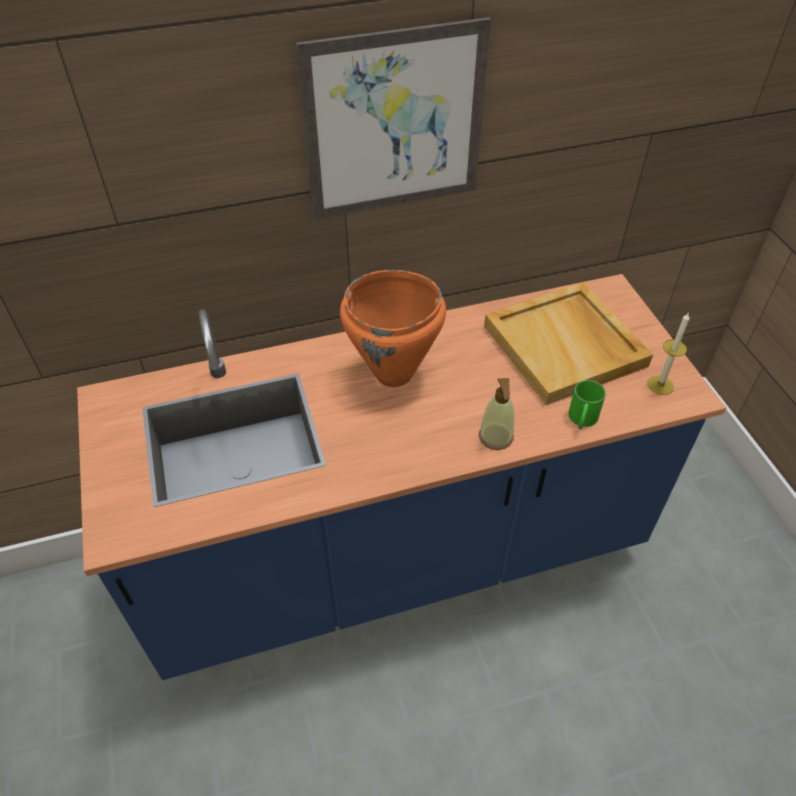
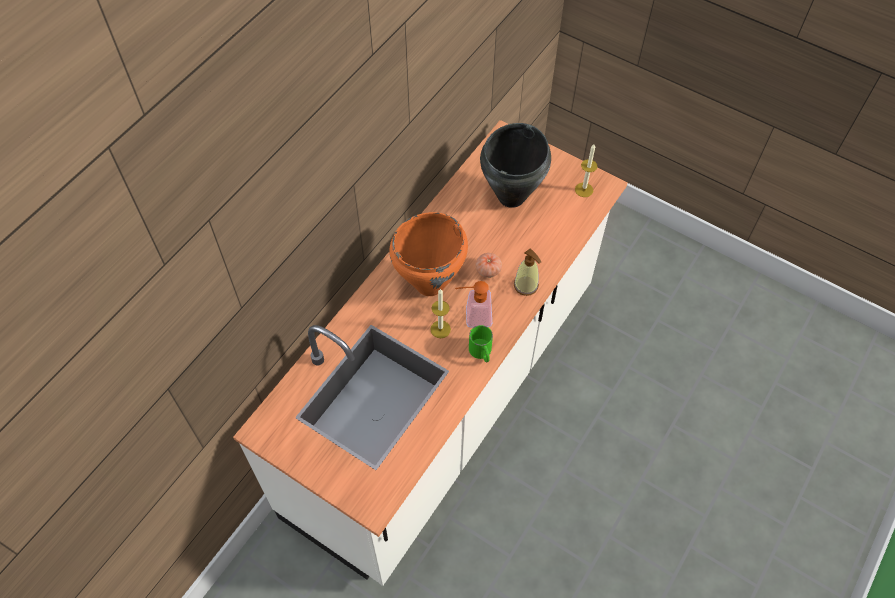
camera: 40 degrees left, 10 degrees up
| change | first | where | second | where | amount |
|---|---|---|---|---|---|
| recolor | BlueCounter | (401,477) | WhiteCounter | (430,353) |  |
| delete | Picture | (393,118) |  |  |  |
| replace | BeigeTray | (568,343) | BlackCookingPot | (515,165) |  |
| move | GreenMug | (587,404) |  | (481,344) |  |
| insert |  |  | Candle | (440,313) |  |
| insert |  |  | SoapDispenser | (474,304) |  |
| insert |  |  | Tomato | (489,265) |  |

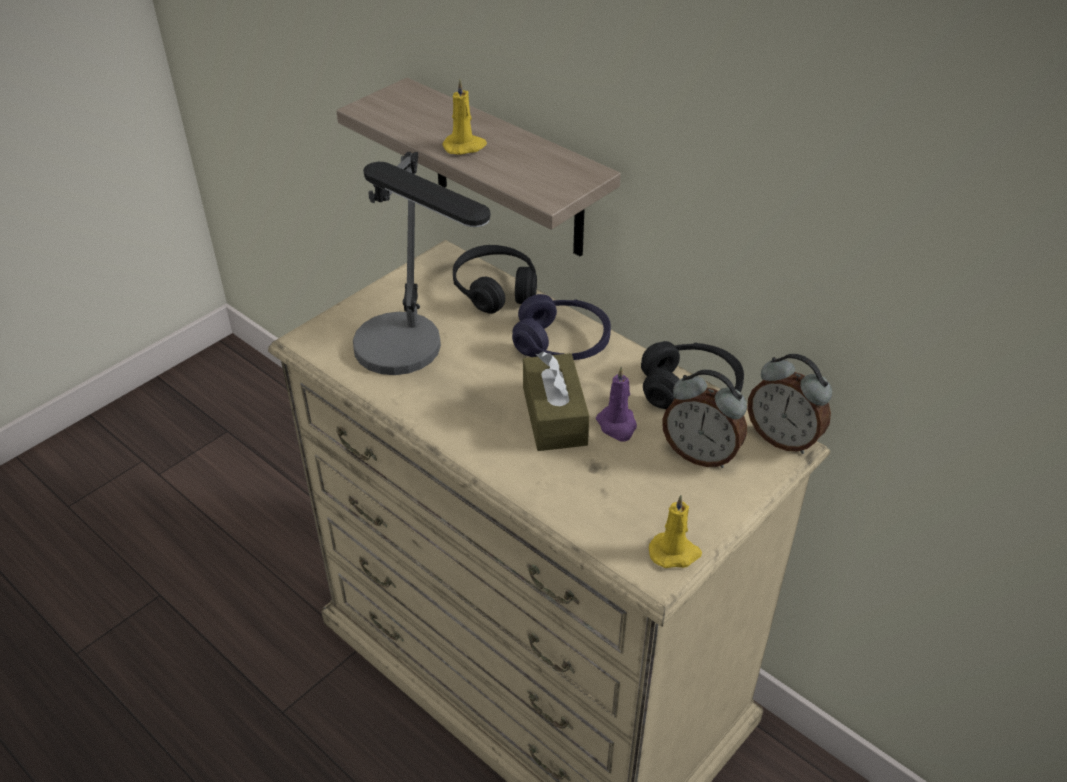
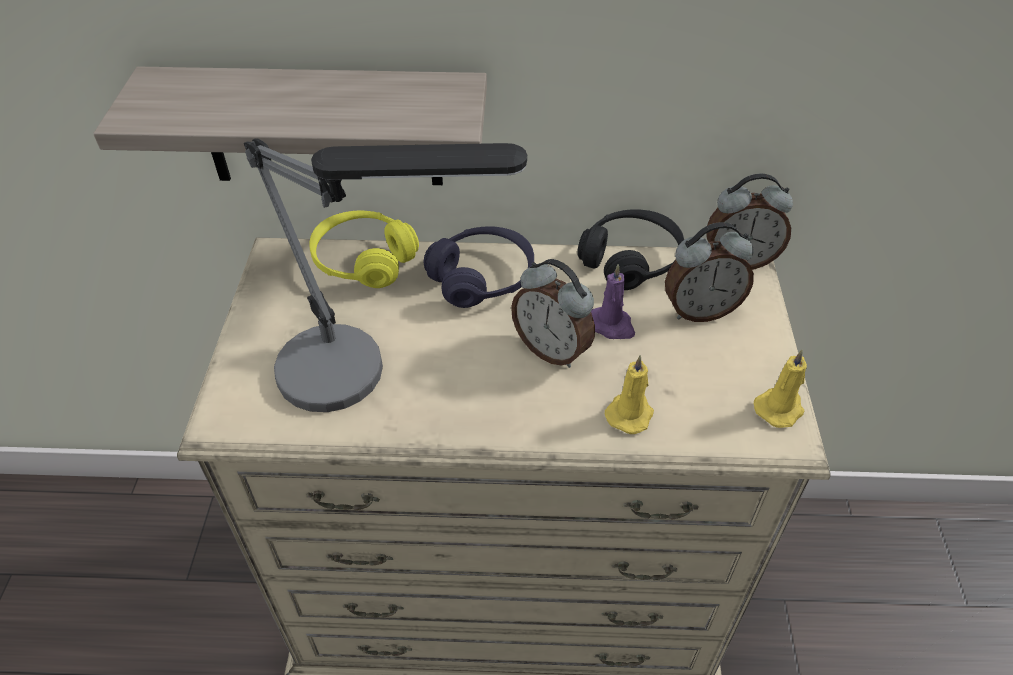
camera: 40 degrees left, 5 degrees up
| change | first | where | second | where | amount |
|---|---|---|---|---|---|
| move | YellowCandle | (464,117) |  | (629,394) |  |
| recolor | BlackHeadphones | (495,279) | YellowHeadphones | (364,249) |  |
| replace | BrownTissueBox | (556,401) | AlarmClock | (553,313) |  |

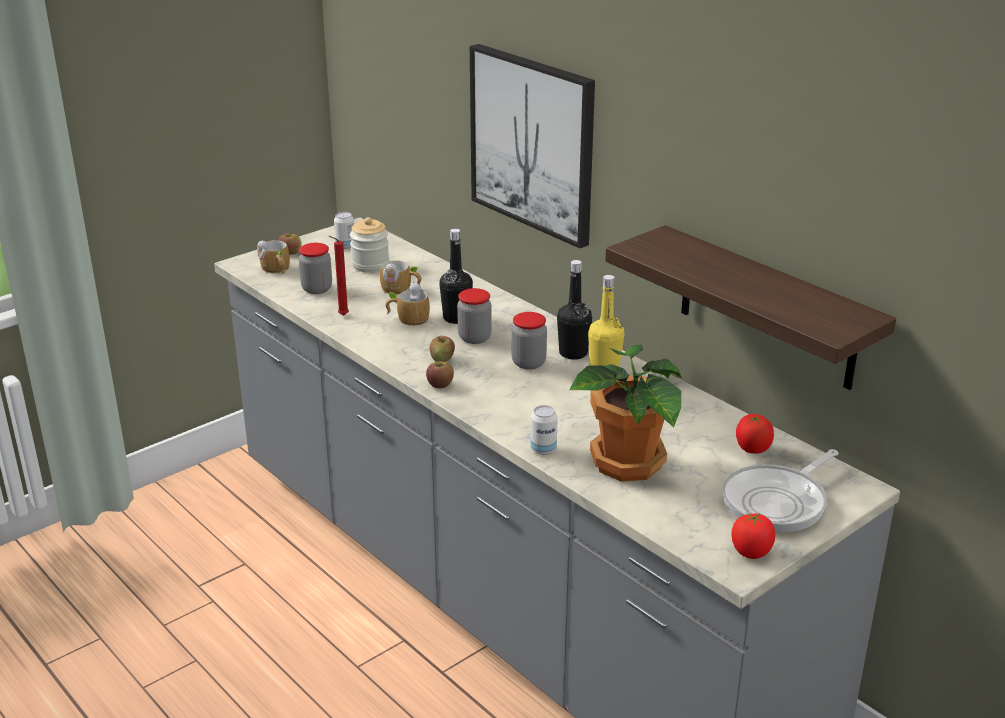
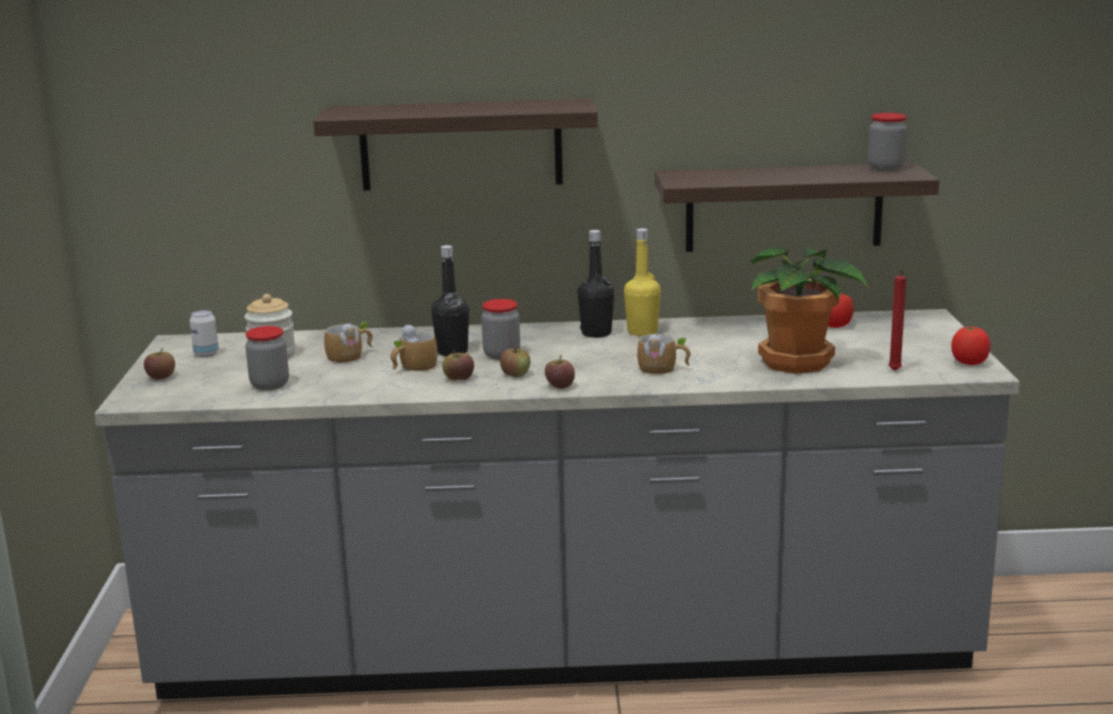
camera: 50 degrees left, 10 degrees down
| change | first | where | second | where | amount |
|---|---|---|---|---|---|
| move | Mug | (273,257) |  | (664,354) |  |
| move | RedCandle | (339,276) |  | (897,320) |  |
| replace | Picture | (532,146) | Shelf | (455,145) |  |
| move | Jar | (529,341) |  | (887,142) |  |
| delete | Can | (544,430) |  |  |  |
| delete | FryingPan | (780,490) |  |  |  |
| insert |  |  | Apple | (458,364) |  |

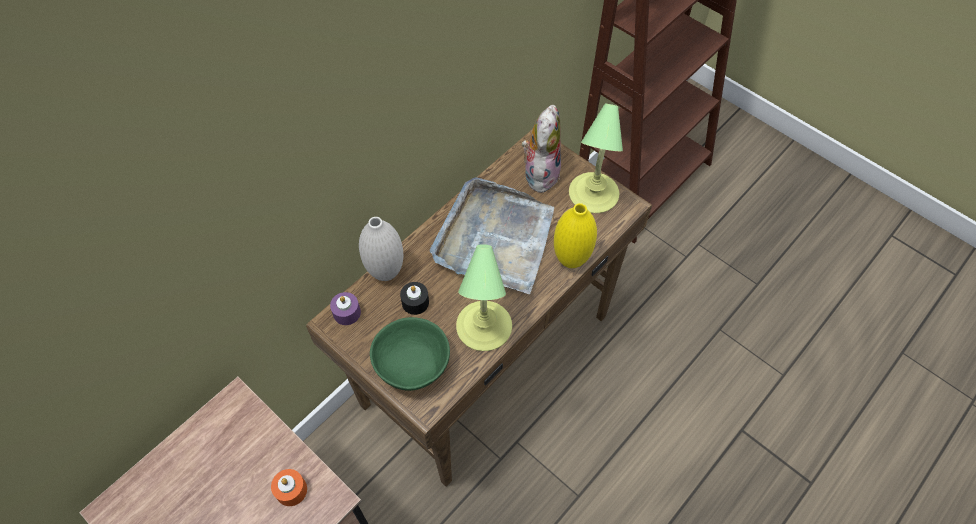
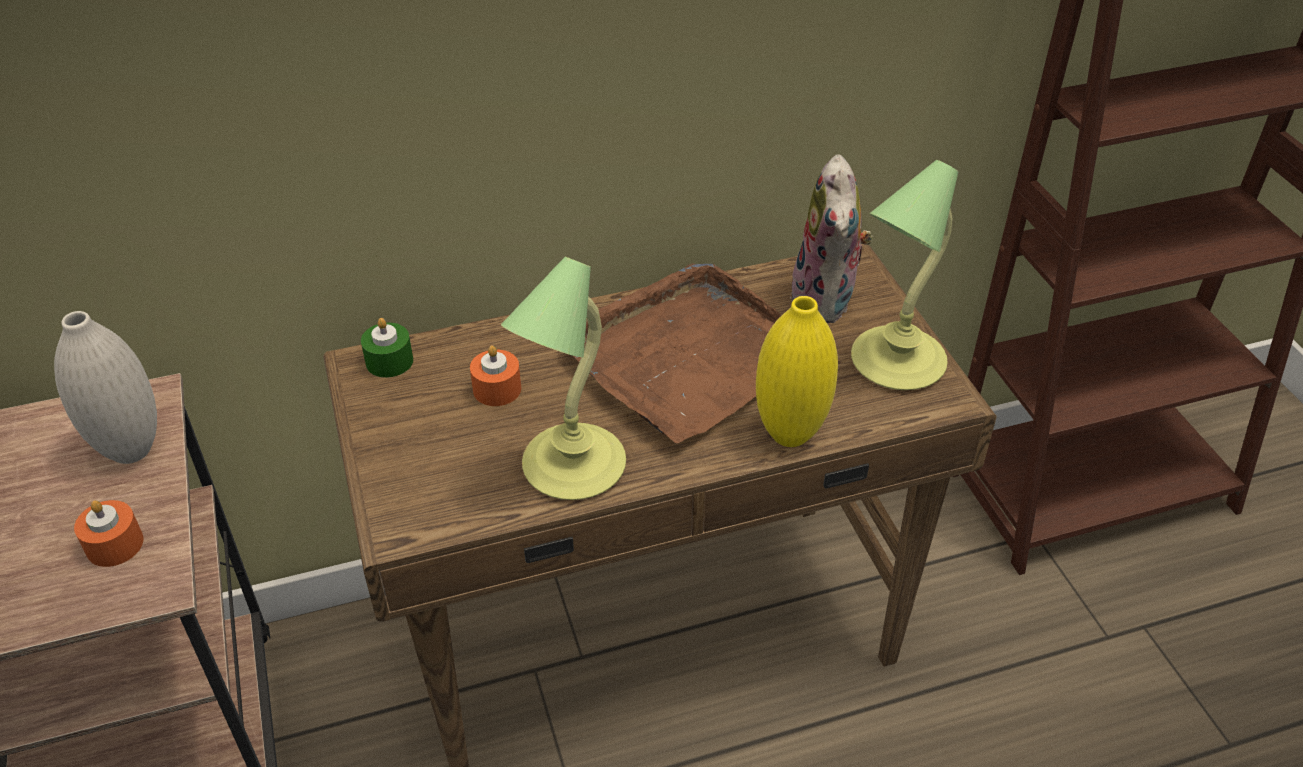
camera: 30 degrees right, 15 degrees down
| change | first | where | second | where | amount |
|---|---|---|---|---|---|
| recolor | PurpleCandle | (345,308) | GreenCandle | (387,348) |  |
| move | WhiteVase | (381,249) |  | (105,387) |  |
| delete | GreenBowl | (410,354) |  |  |  |
| recolor | BlackCandle | (414,298) | OrangeCandle | (495,375) |  |
| recolor | GreyTray | (492,235) | BrownTray | (676,353) |  |
| rotate | PlushToy | (541,149) |  | (831,238) | 135 degrees clockwise |

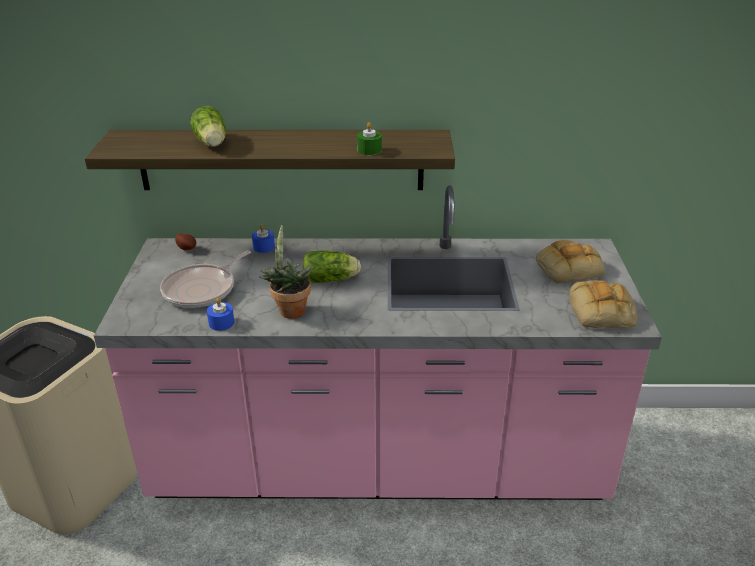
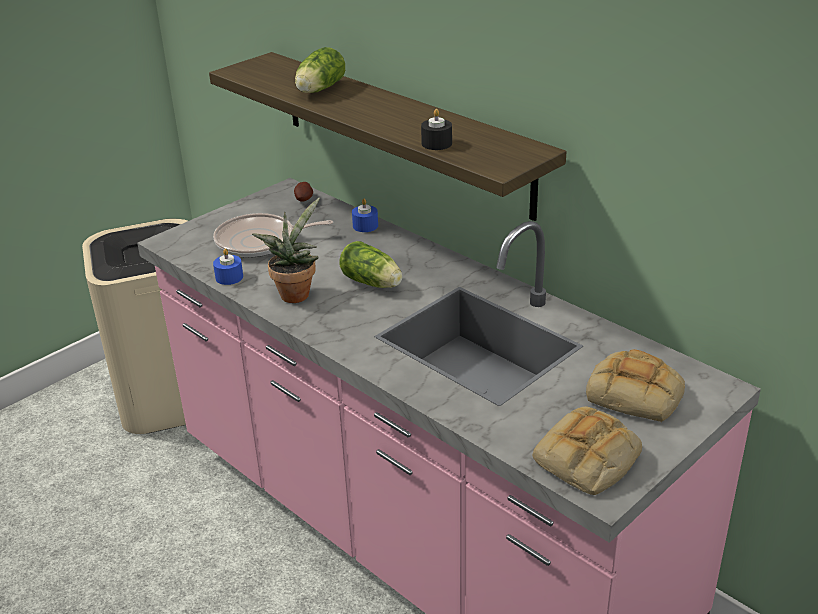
camera: 45 degrees right, 0 degrees up
| change | first | where | second | where | amount |
|---|---|---|---|---|---|
| recolor | GreenCandle | (369,138) | BlackCandle | (436,129) |  |

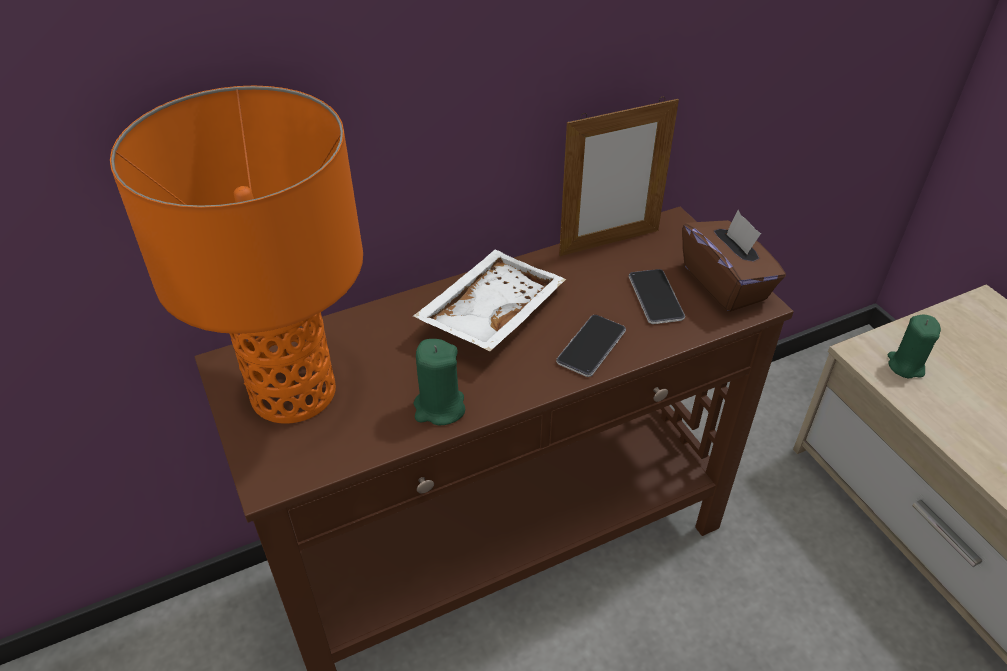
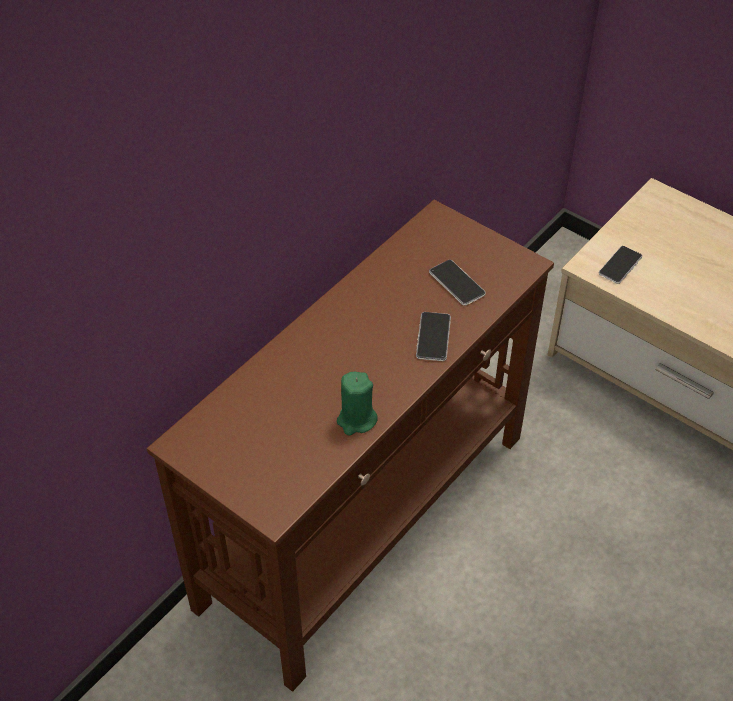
camera: 25 degrees left, 5 degrees up
| change | first | where | second | where | amount |
|---|---|---|---|---|---|
| delete | OrangeTableLamp | (236,255) |  |  |  |
| delete | WhiteTray | (489,300) |  |  |  |
| delete | PictureFrame | (619,176) |  |  |  |
| delete | BrownTissueBox | (734,261) |  |  |  |
| replace | GreenCandle | (914,346) | Phone | (620,265) |  |

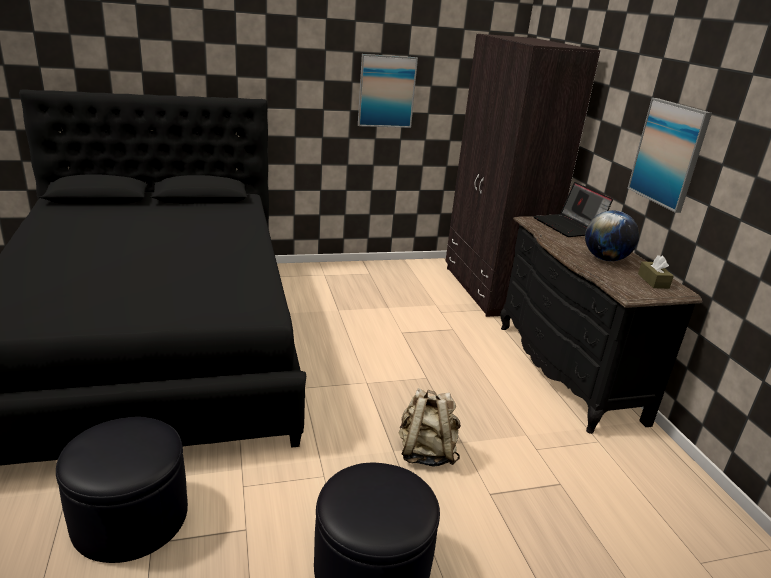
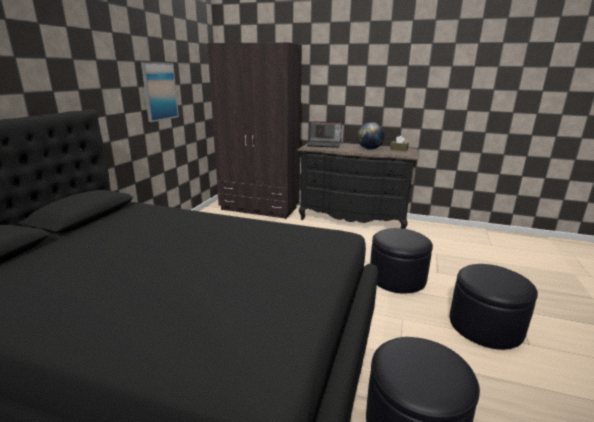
camera: 55 degrees left, 5 degrees down
| change | first | where | second | where | amount |
|---|---|---|---|---|---|
| replace | BeigeBackpack | (429,427) | BlackOttoman | (401,261) |  |
| delete | Picture | (669,155) |  |  |  |

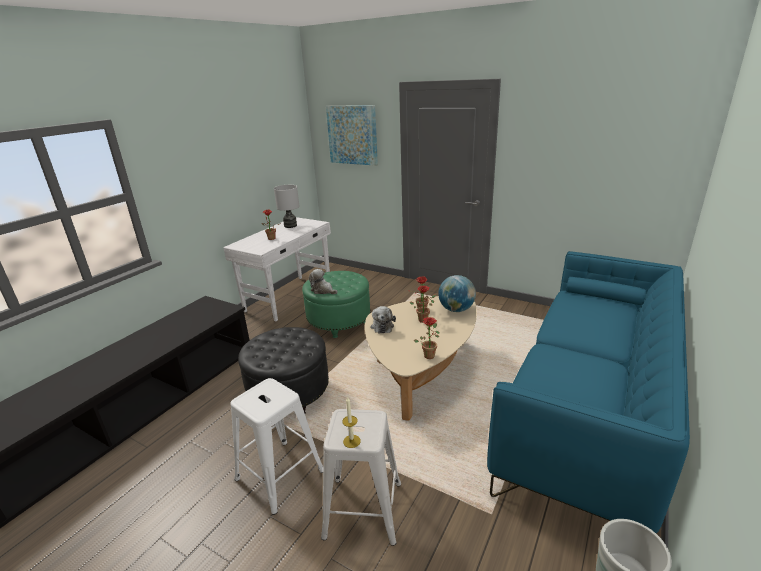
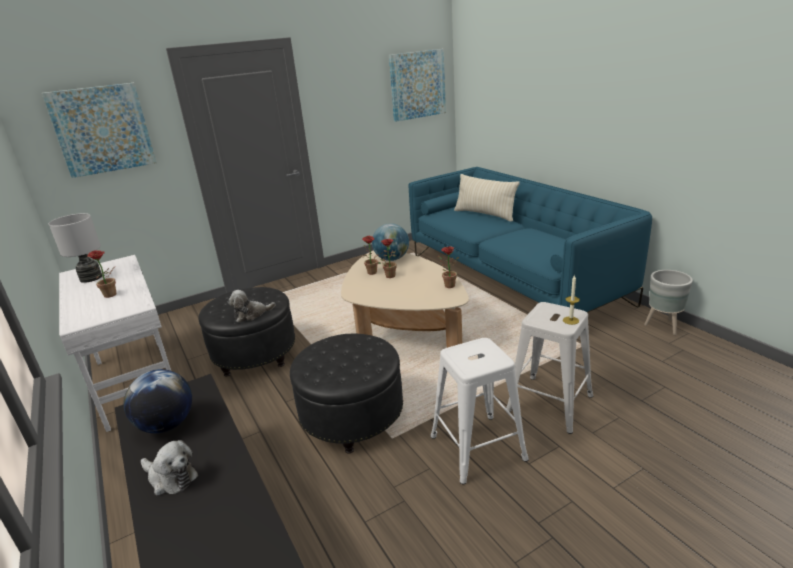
camera: 60 degrees left, 0 degrees up
| change | first | where | second | where | amount |
|---|---|---|---|---|---|
| recolor | GreenOttoman | (336,304) | BlackOttoman | (246,331) |  |
| move | PlushToy | (383,319) |  | (169,468) |  |
| insert |  |  | Globe | (158,401) |  |
| insert |  |  | Picture | (417,85) |  |
| insert |  |  | BeigePillow | (487,198) |  |

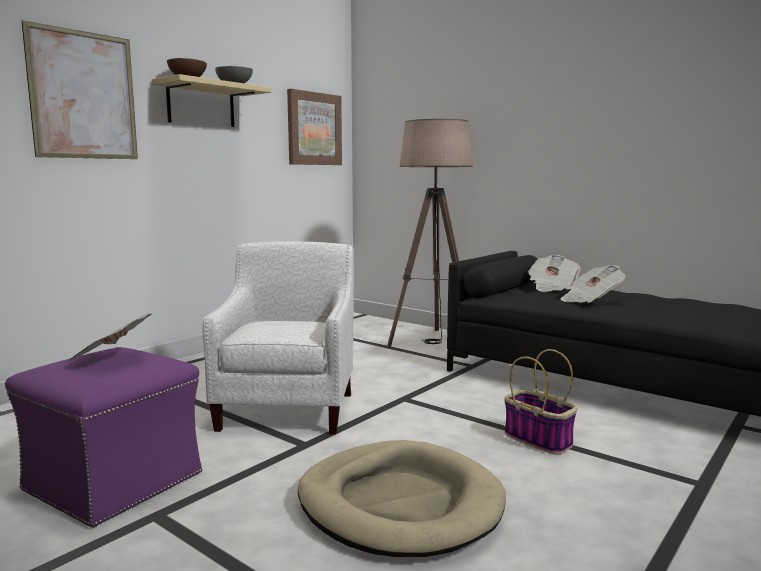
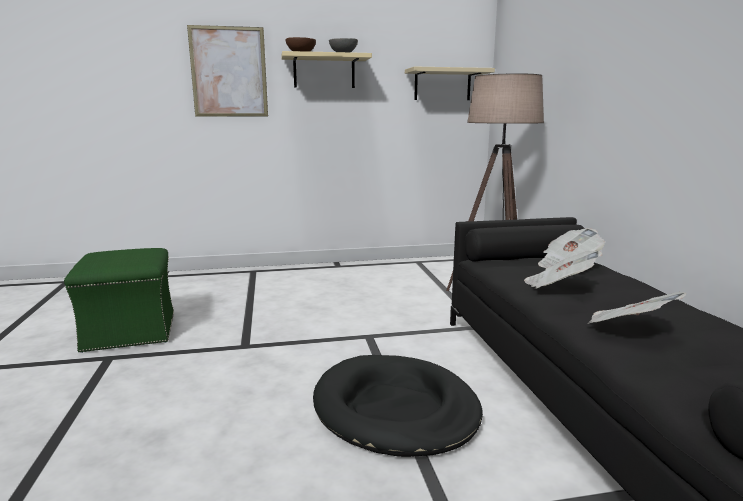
camera: 40 degrees right, 5 degrees up
| change | first | where | second | where | amount |
|---|---|---|---|---|---|
| recolor | PurpleOttoman | (103,437) | GreenOttoman | (119,300) |  |
| move | Newspaper | (107,338) |  | (636,307) |  |
| delete | WhiteArmchair | (278,337) |  |  |  |
| replace | Picture | (314,127) | BeigeShelf | (450,83) |  |
| delete | BeigeDogBed | (402,498) |  |  |  |
| replace | Basket | (540,402) | BlackDogBed | (398,406) |  |

